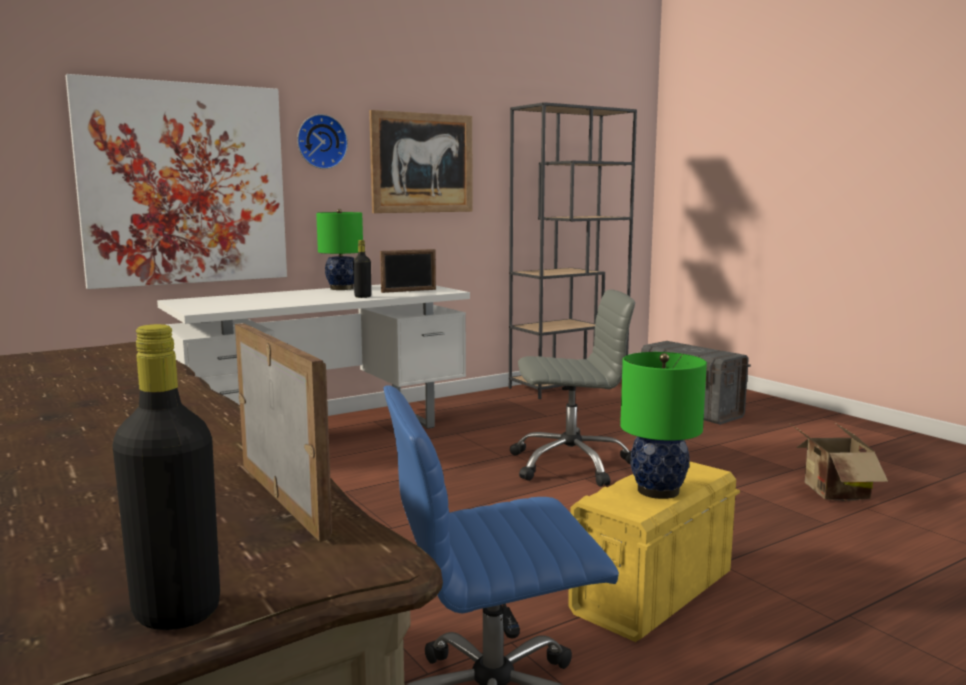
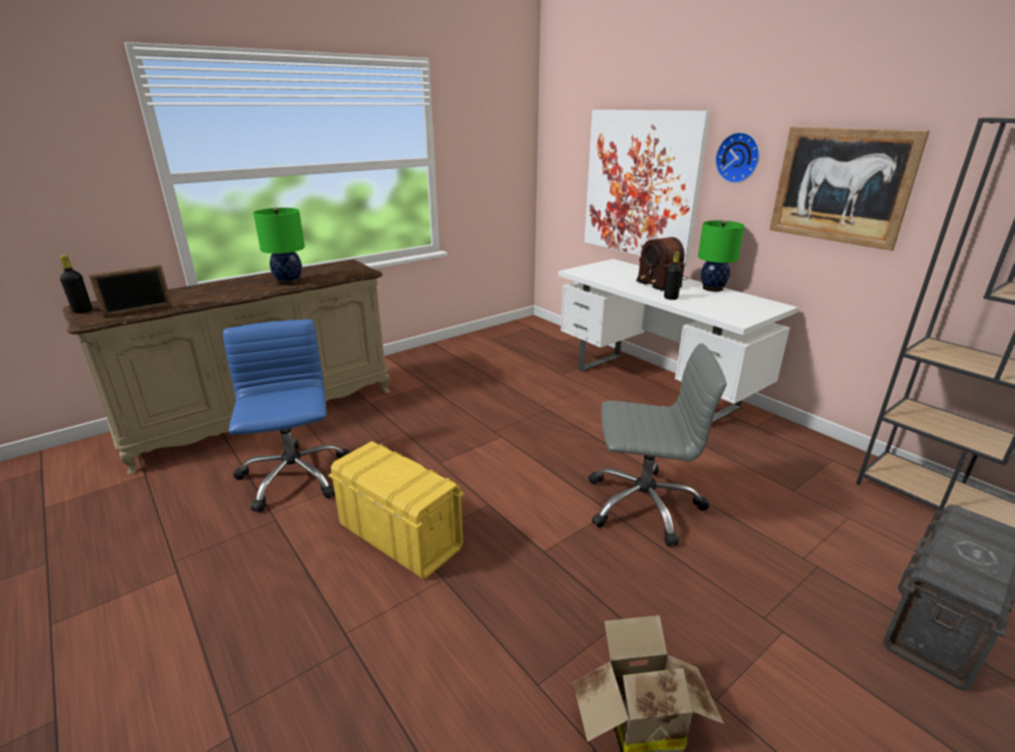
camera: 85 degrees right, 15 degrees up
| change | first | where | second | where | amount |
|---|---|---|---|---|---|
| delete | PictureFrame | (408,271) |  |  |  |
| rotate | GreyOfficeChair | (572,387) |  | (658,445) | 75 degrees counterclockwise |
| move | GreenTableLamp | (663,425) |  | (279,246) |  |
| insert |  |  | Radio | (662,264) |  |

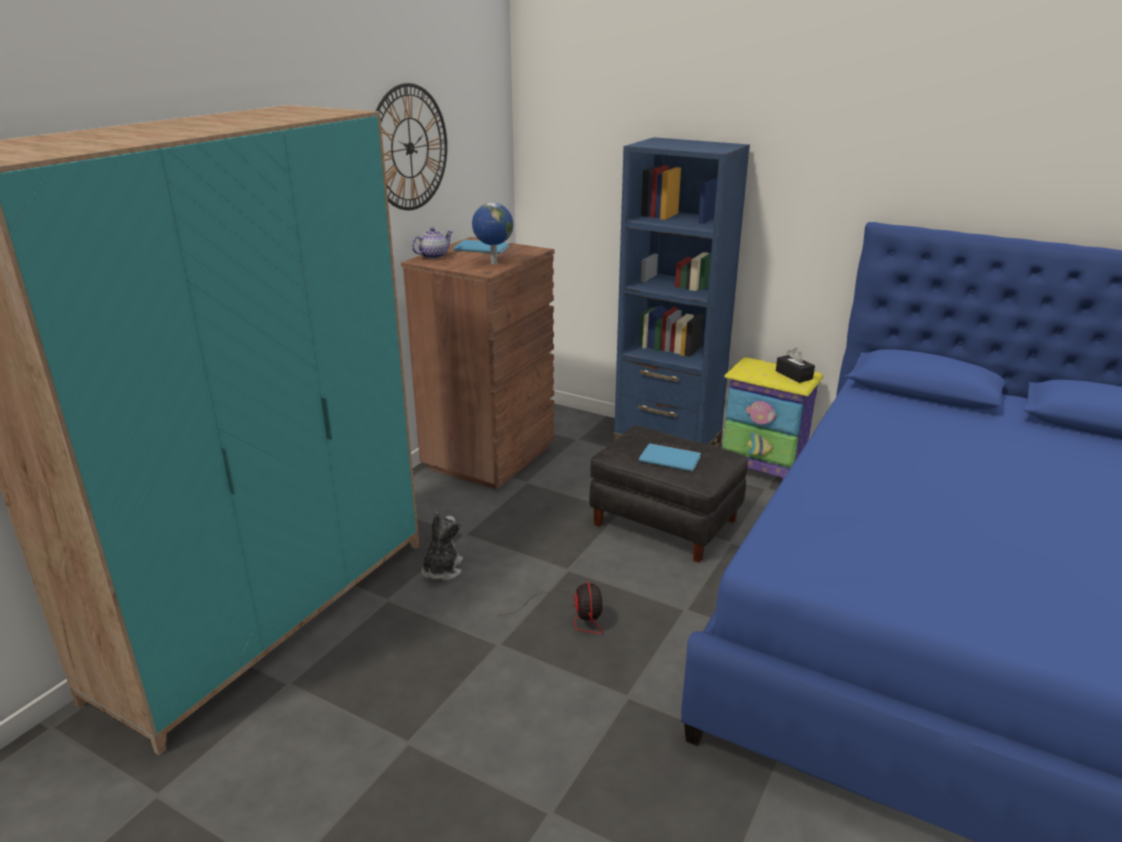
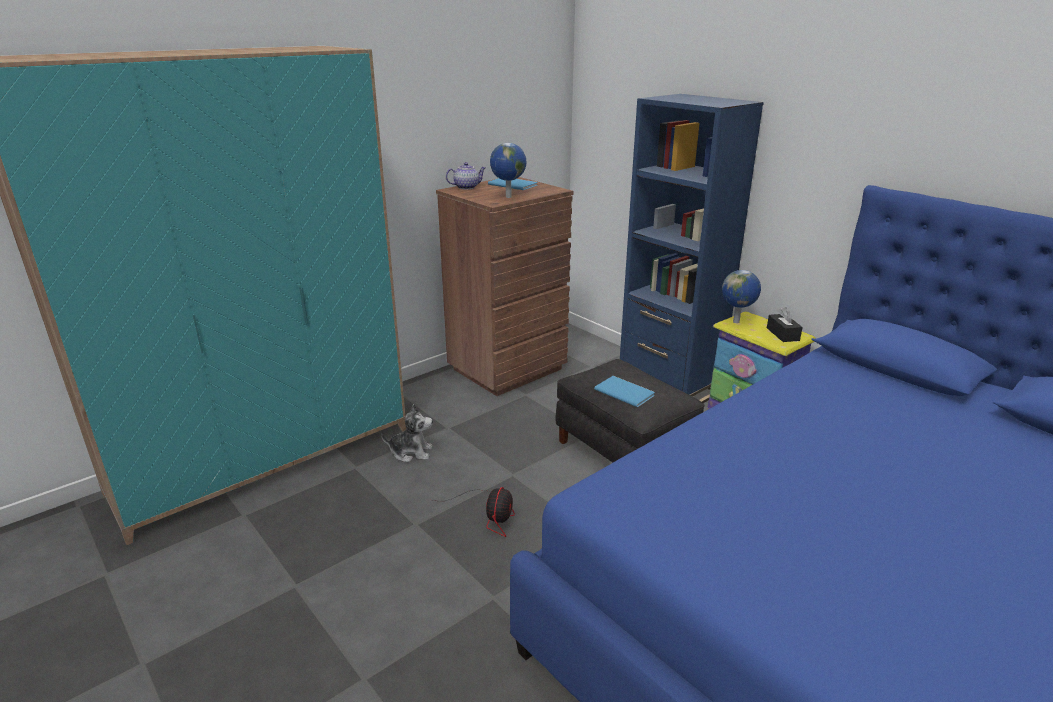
camera: 20 degrees right, 0 degrees up
| change | first | where | second | where | amount |
|---|---|---|---|---|---|
| delete | WallClock | (411,146) |  |  |  |
| rotate | PlushToy | (442,546) |  | (407,433) | 60 degrees clockwise |
| insert |  |  | Globe | (741,296) |  |

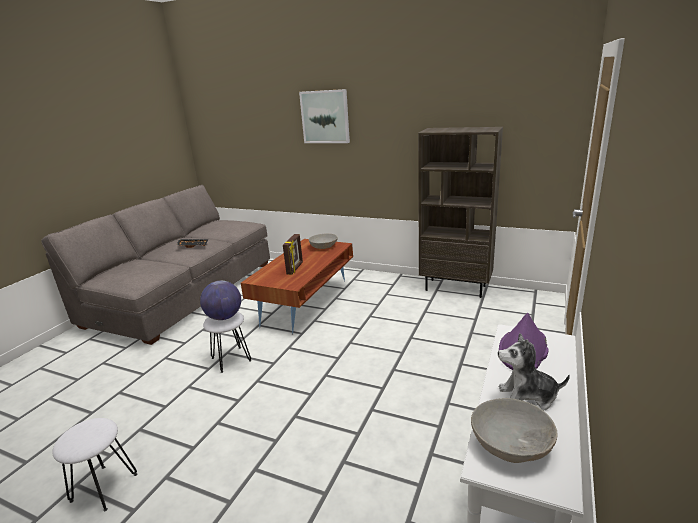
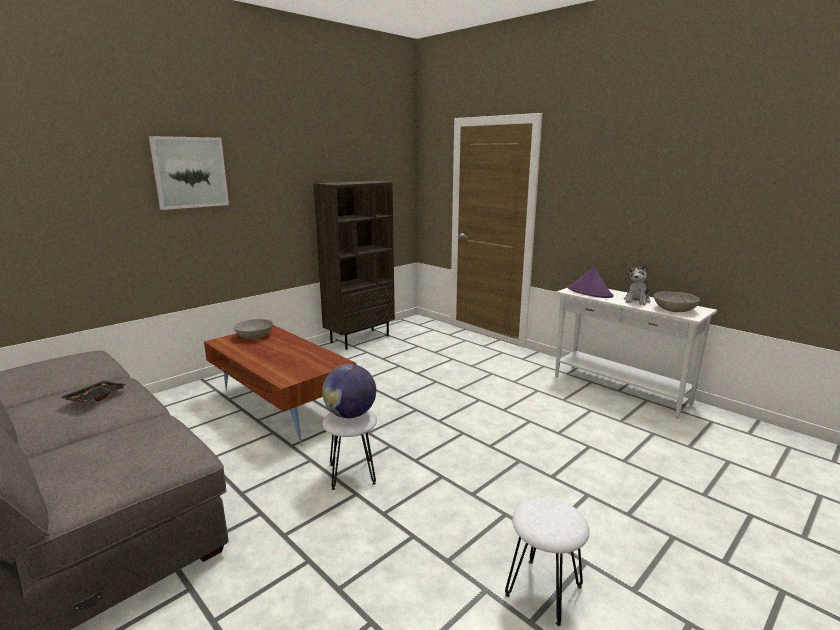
camera: 70 degrees left, 5 degrees down
| change | first | where | second | where | amount |
|---|---|---|---|---|---|
| delete | PictureFrame | (293,254) |  |  |  |

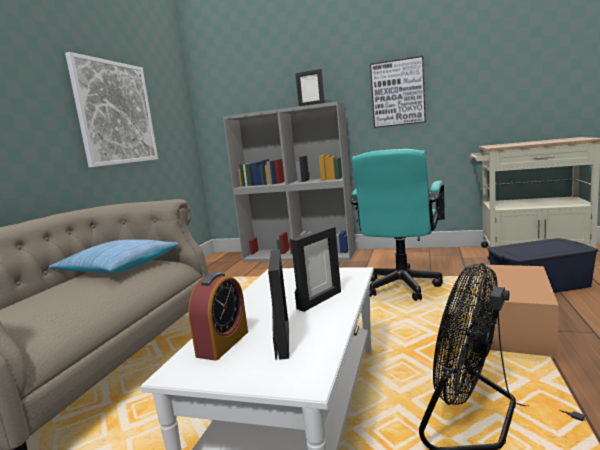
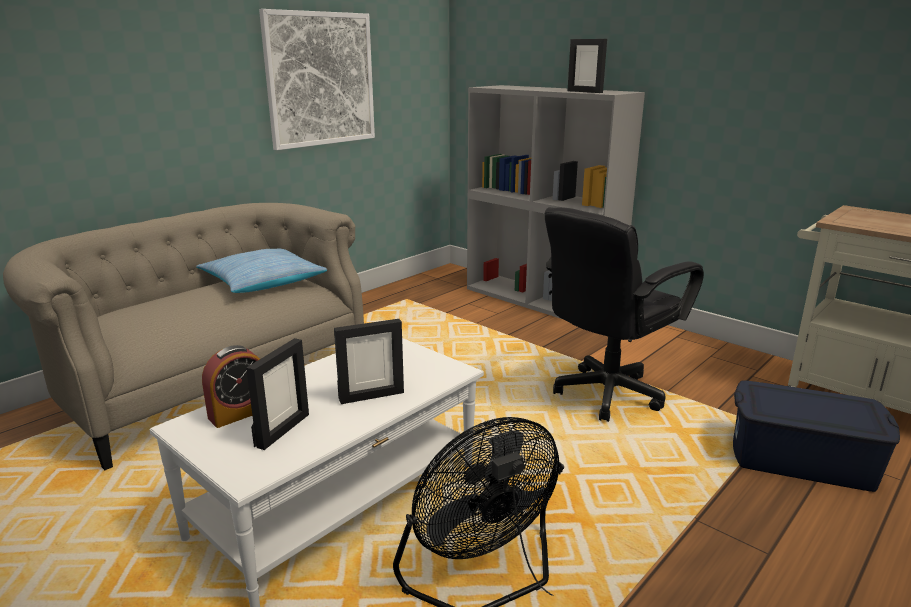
camera: 25 degrees right, 10 degrees up
| change | first | where | second | where | amount |
|---|---|---|---|---|---|
| recolor | TurquoiseOfficeChair | (397,225) | BlackOfficeChair | (624,314) |  |
| delete | Picture | (398,92) |  |  |  |
| delete | CardboardBox | (519,312) |  |  |  |

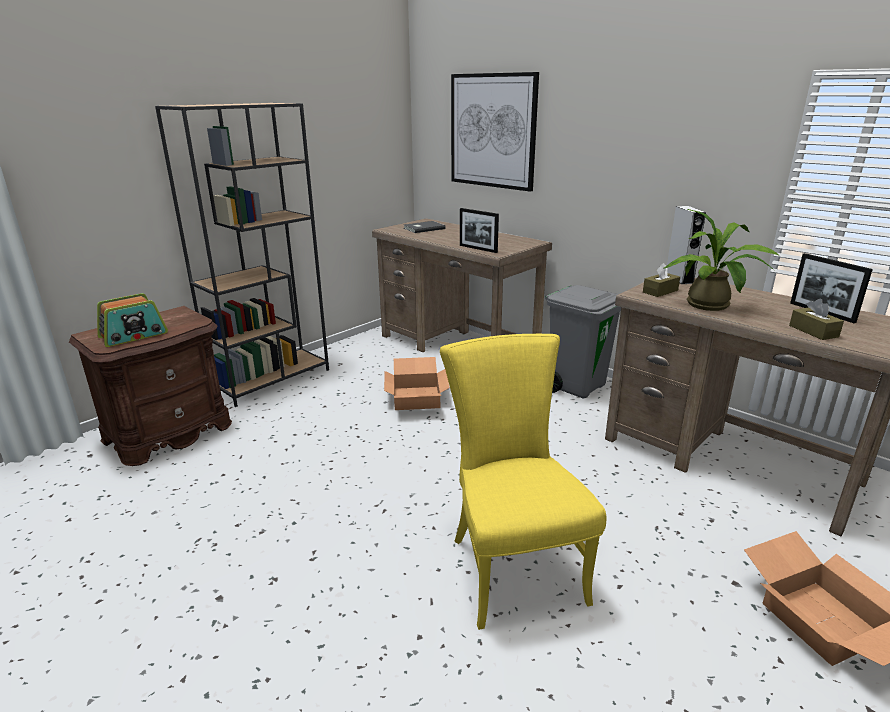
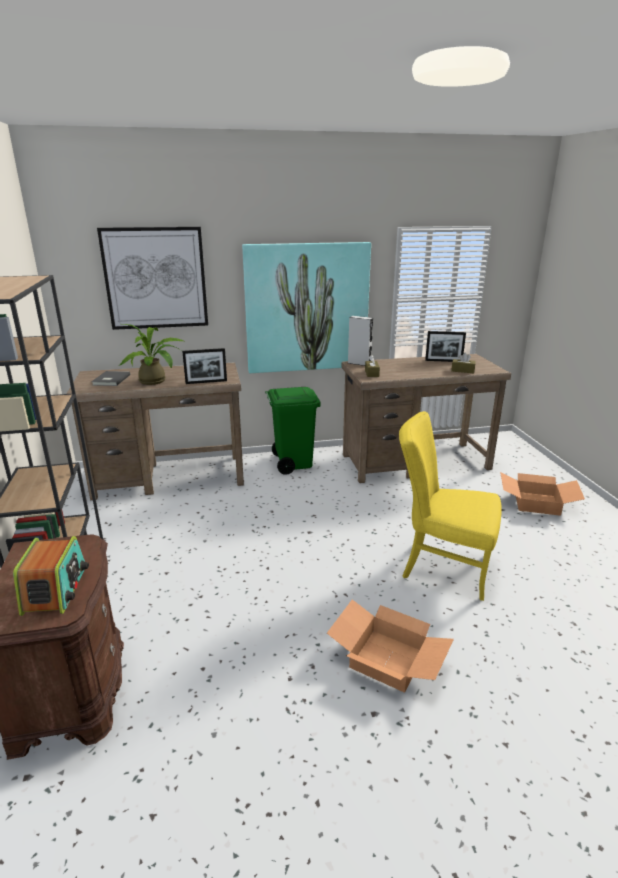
camera: 55 degrees left, 0 degrees up
| change | first | where | second | where | amount |
|---|---|---|---|---|---|
| move | CardboardBox | (417,383) |  | (390,646) |  |
| recolor | GreyTrashCan | (583,341) | GreenTrashCan | (293,431) |  |
| move | PottedPlant | (722,260) |  | (152,354) |  |
| insert |  |  | Picture | (306,307) |  |

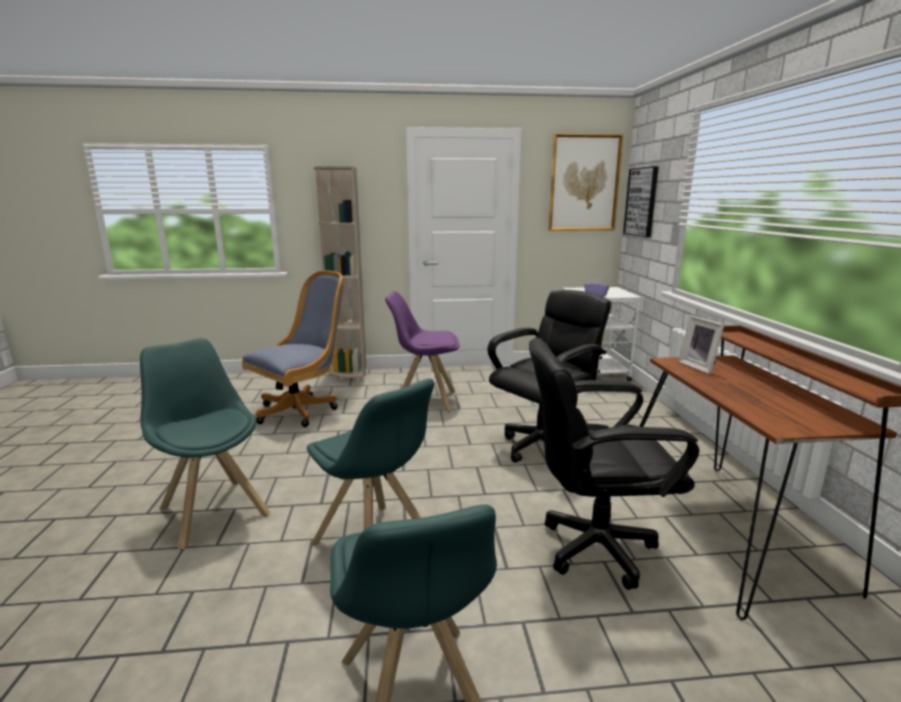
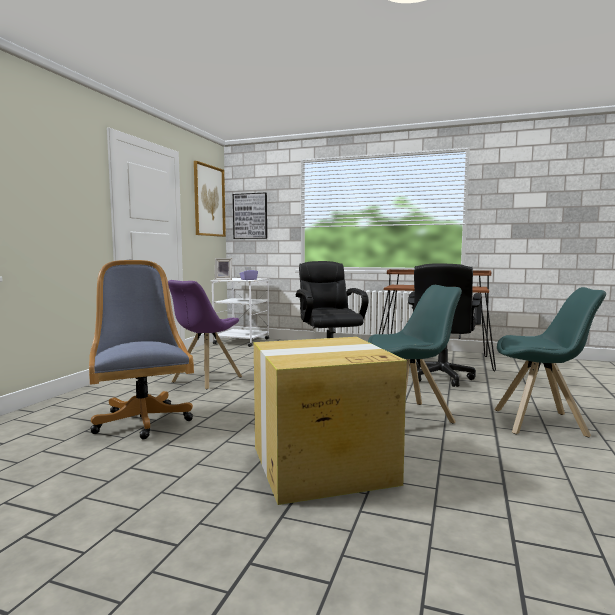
camera: 65 degrees left, 10 degrees down
| change | first | where | second | where | amount |
|---|---|---|---|---|---|
| replace | TurquoiseChair | (205,444) | CardboardBox | (330,421) |  |
| delete | BeigeBookcase | (340,273) |  |  |  |
| move | PictureFrame | (701,344) |  | (223,269) |  |

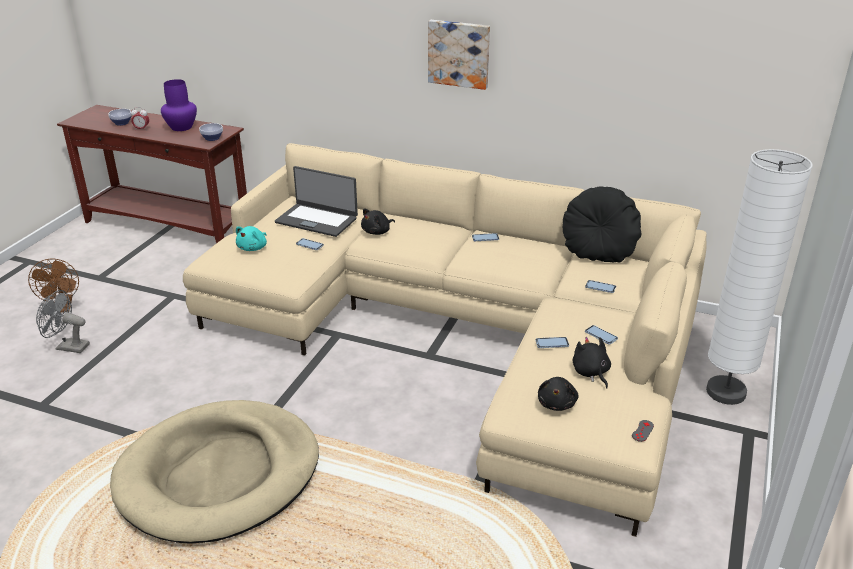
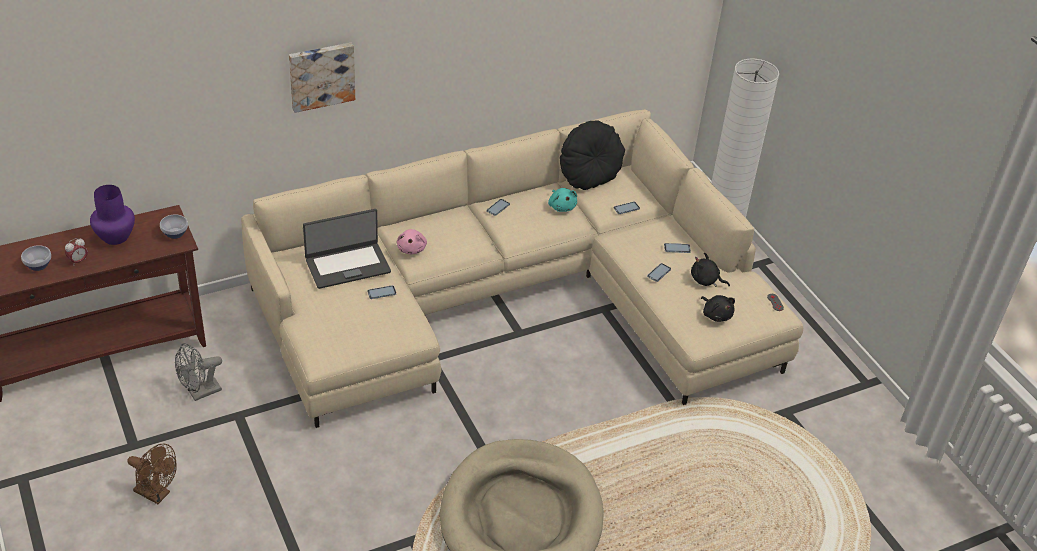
camera: 50 degrees left, 10 degrees up
| change | first | where | second | where | amount |
|---|---|---|---|---|---|
| move | GreyFan | (63,321) |  | (198,372) |  |
| move | TurquoisePlushToy | (251,238) |  | (562,200) |  |
| recolor | BlackPlushToy | (378,222) | PinkPlushToy | (412,241) |  |
| move | Picture | (459,55) |  | (322,78) |  |

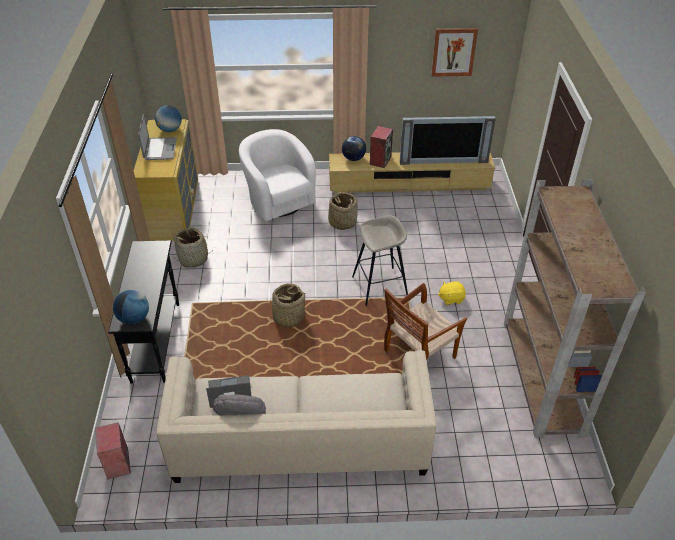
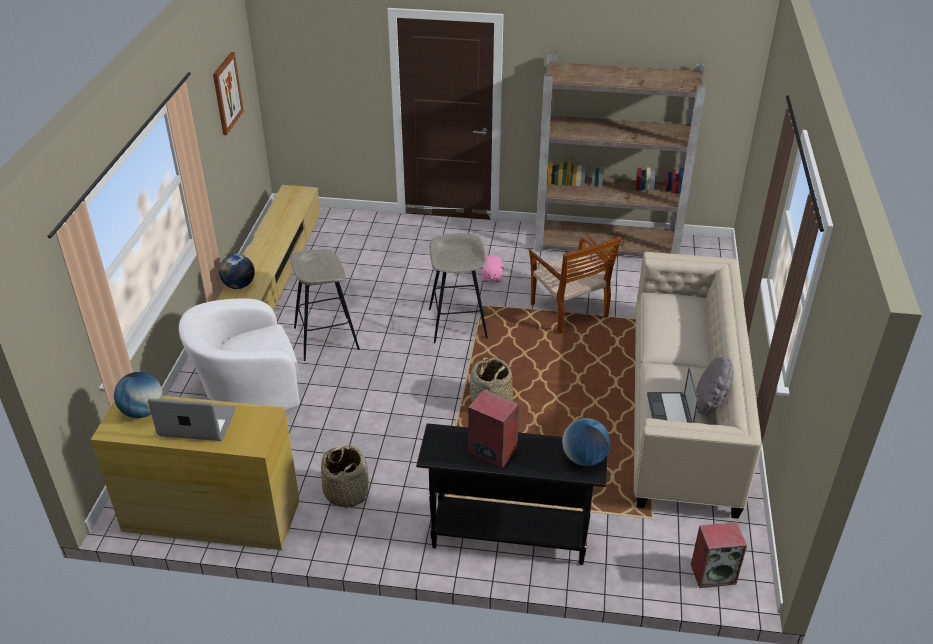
camera: 80 degrees left, 5 degrees down
| change | first | where | second | where | amount |
|---|---|---|---|---|---|
| replace | Basket | (343,211) | GreyStool | (325,305) |  |
| move | Speaker | (381,147) |  | (493,428) |  |
| delete | Television | (448,140) |  |  |  |
| recolor | YellowPlushToy | (452,293) | PinkPlushToy | (492,268) |  |

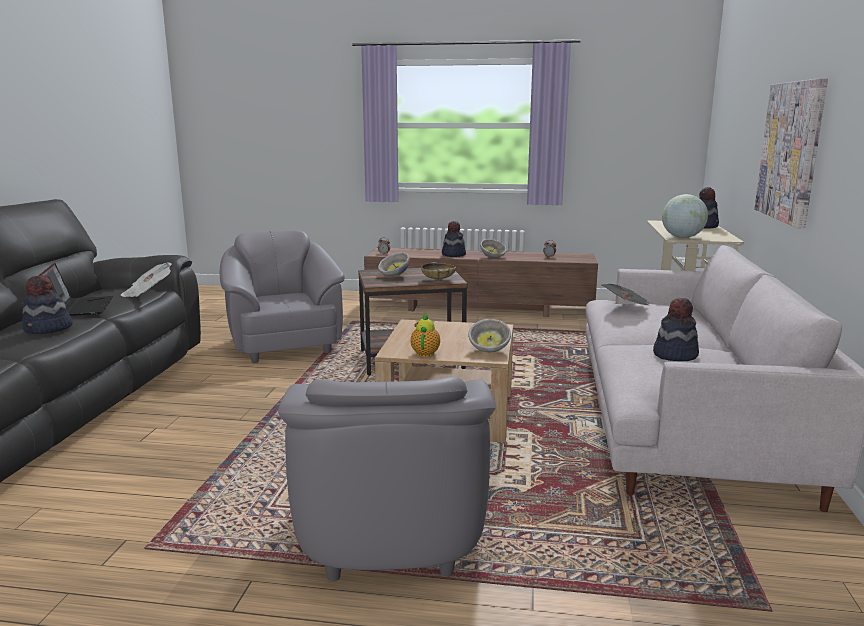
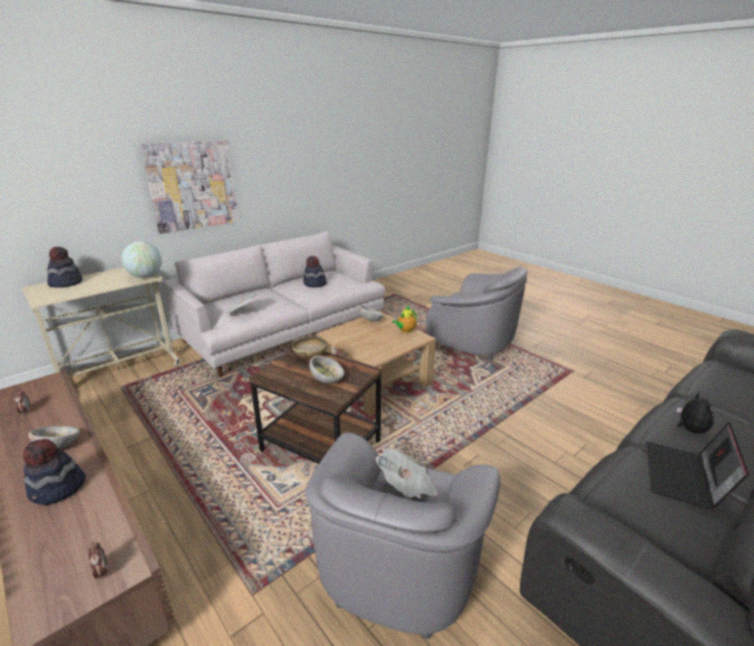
camera: 140 degrees left, 10 degrees up
| change | first | where | second | where | amount |
|---|---|---|---|---|---|
| replace | Hat | (48,304) | PlushToy | (695,413) |  |
| move | Newspaper | (146,279) |  | (407,473) |  |
| rotate | GreyArmchair | (387,479) |  | (477,313) | 90 degrees clockwise |

